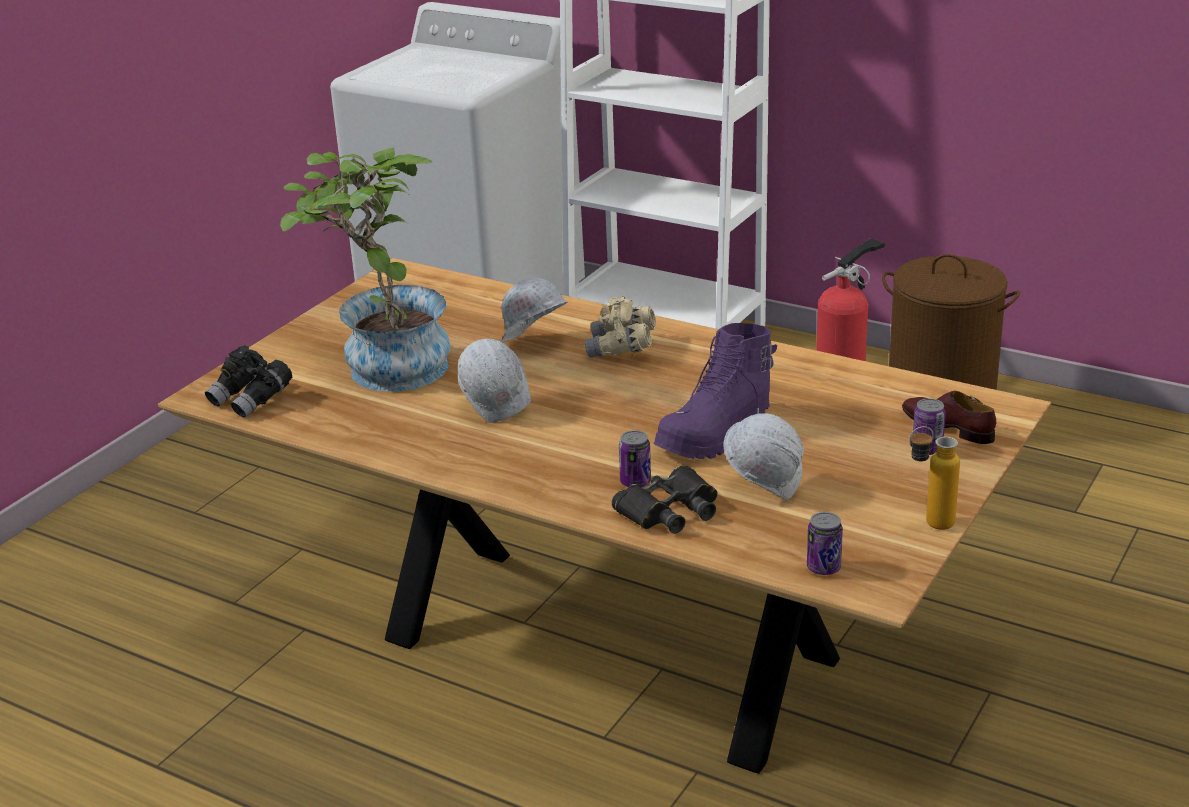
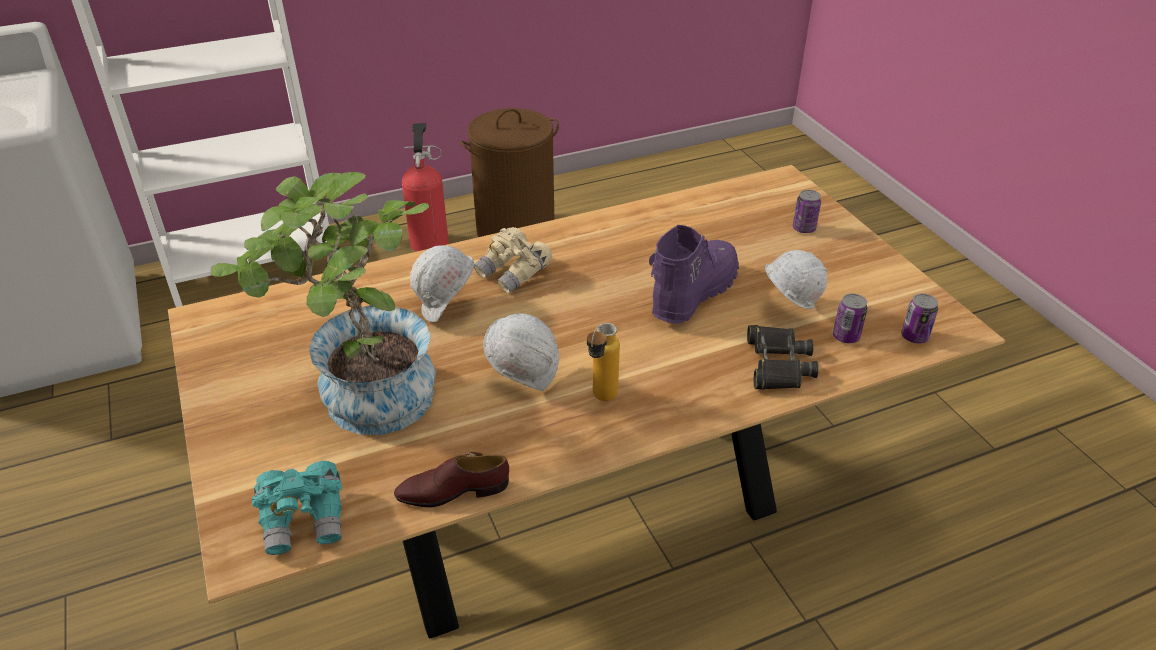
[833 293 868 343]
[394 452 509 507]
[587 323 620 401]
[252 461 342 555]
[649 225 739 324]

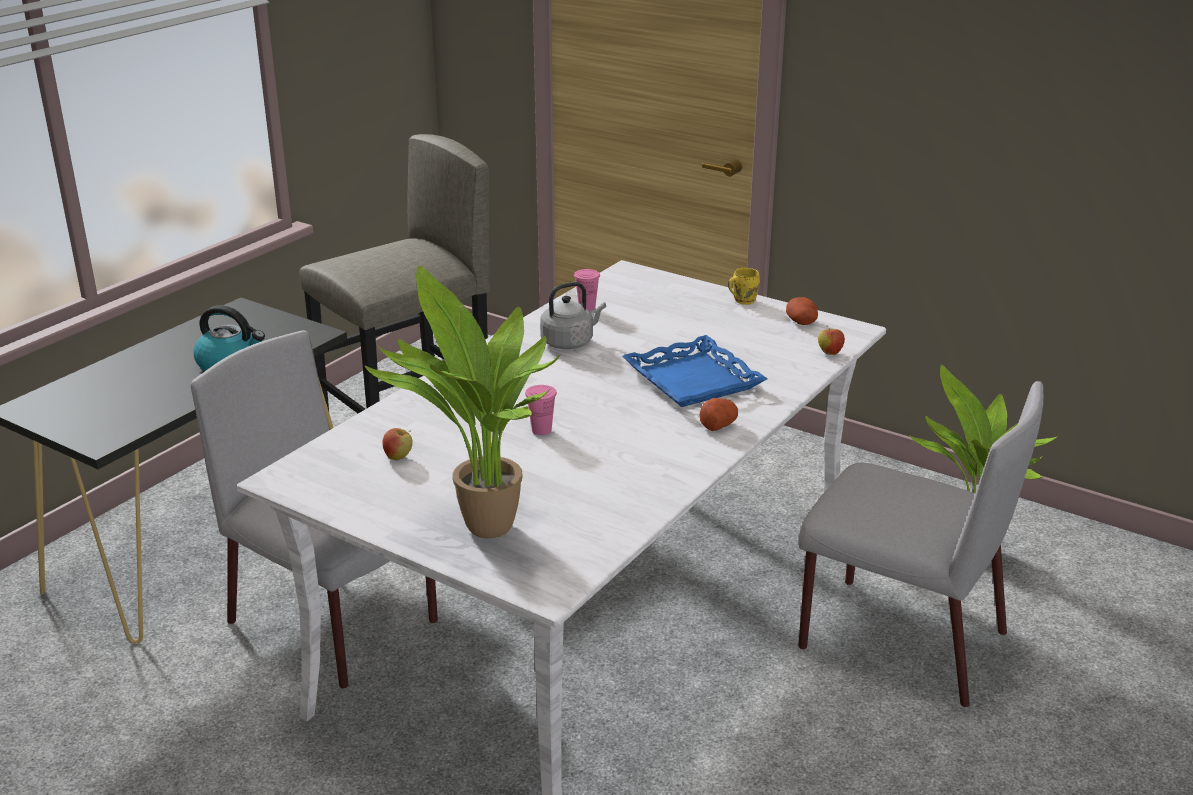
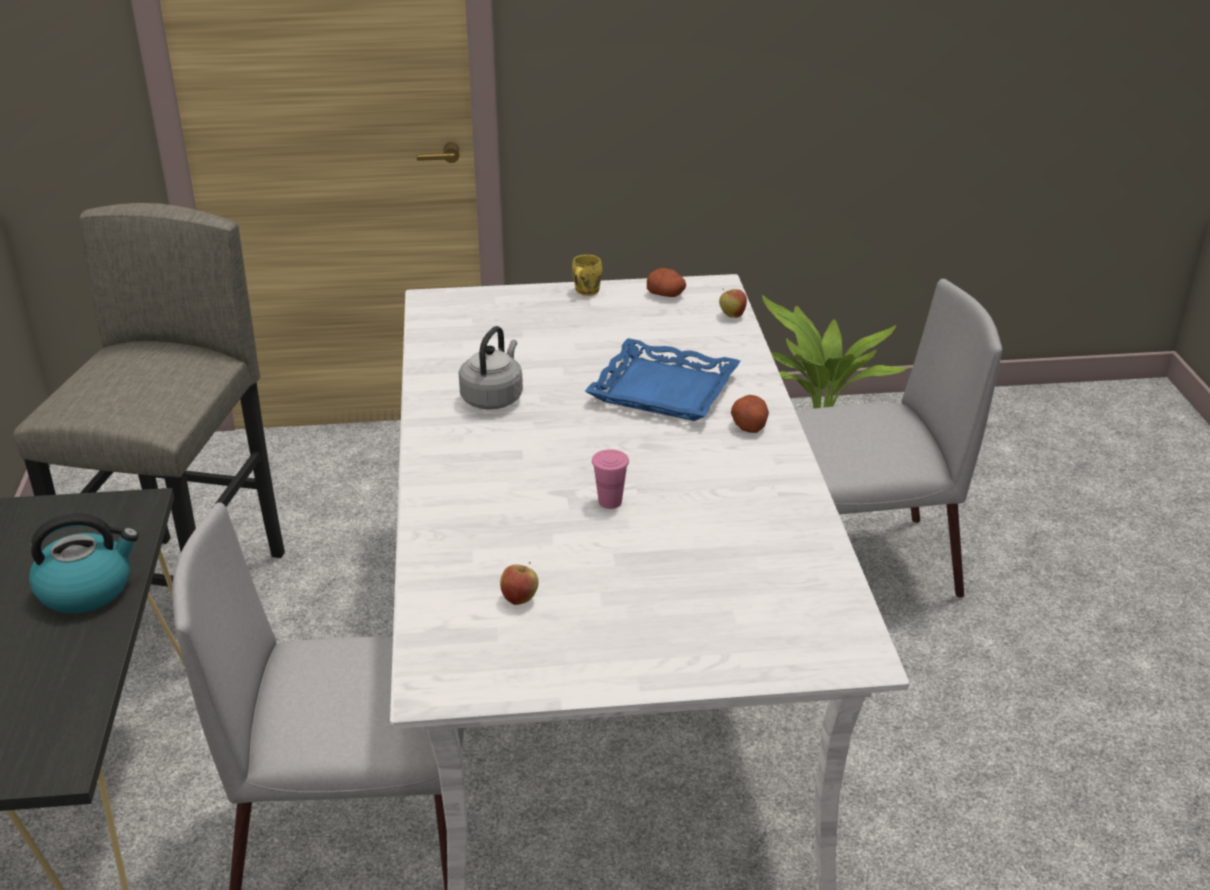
[365 266 560 538] (first image)
[574 269 600 311] (first image)

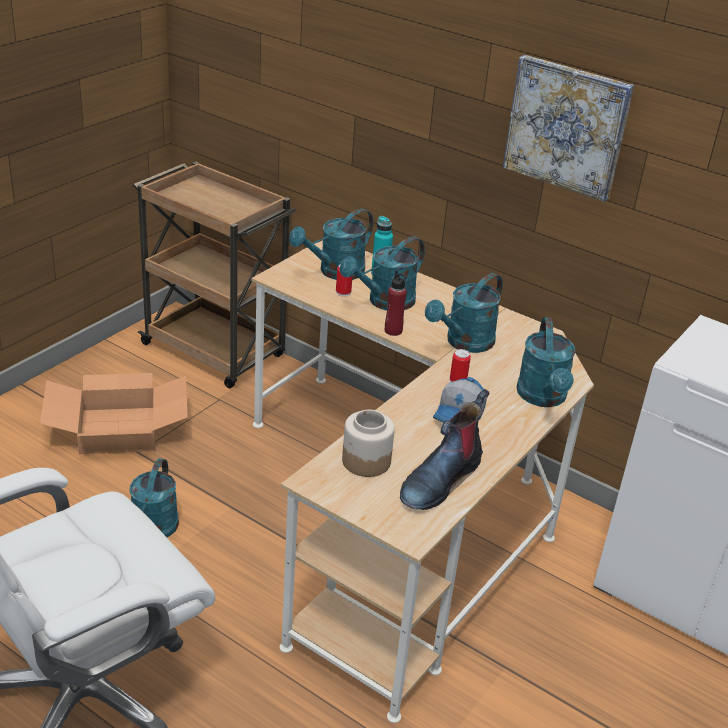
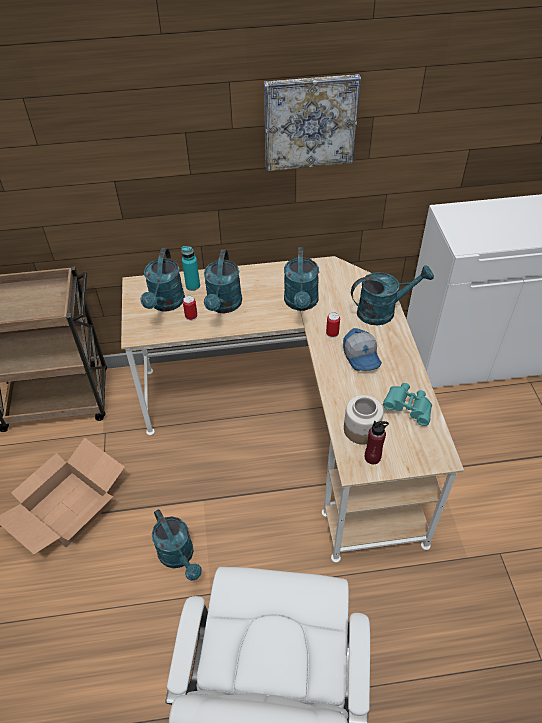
[365 421 389 464]
[383 383 432 426]
[351 265 434 325]

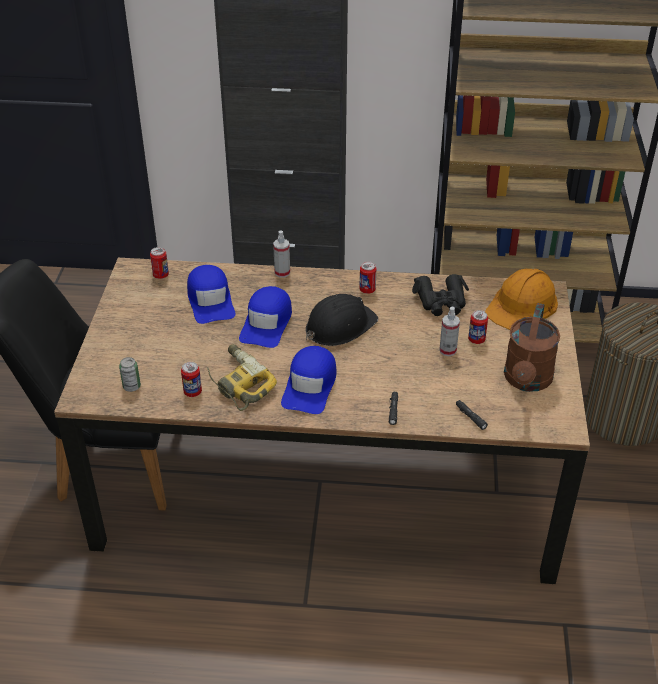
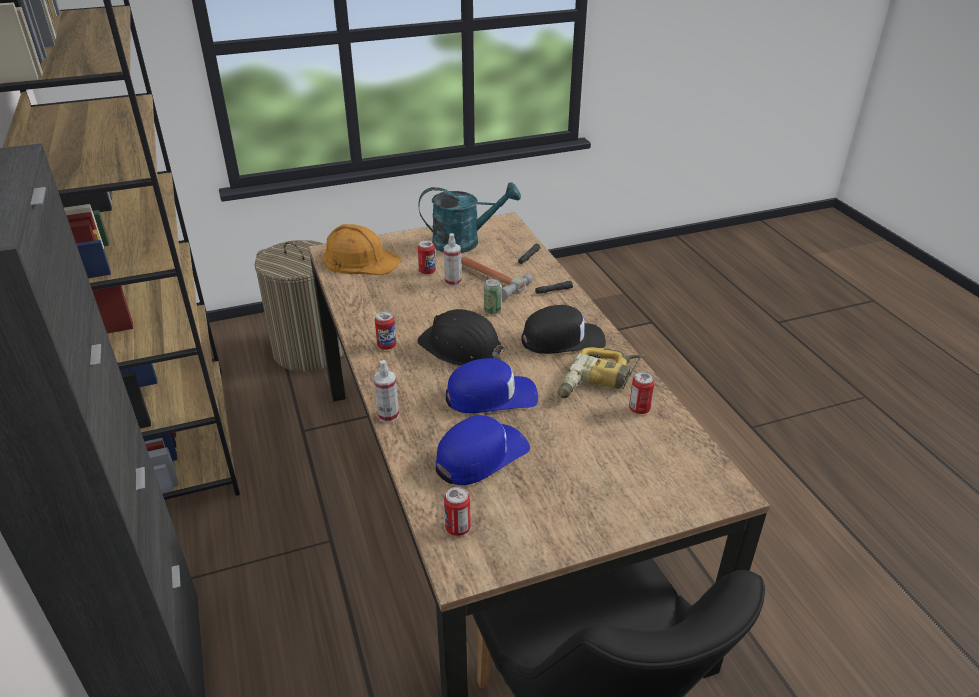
[412 274 469 316] (first image)
[461 257 533 299]
[484 279 502 315]
[521 305 606 354]
[419 182 521 253]

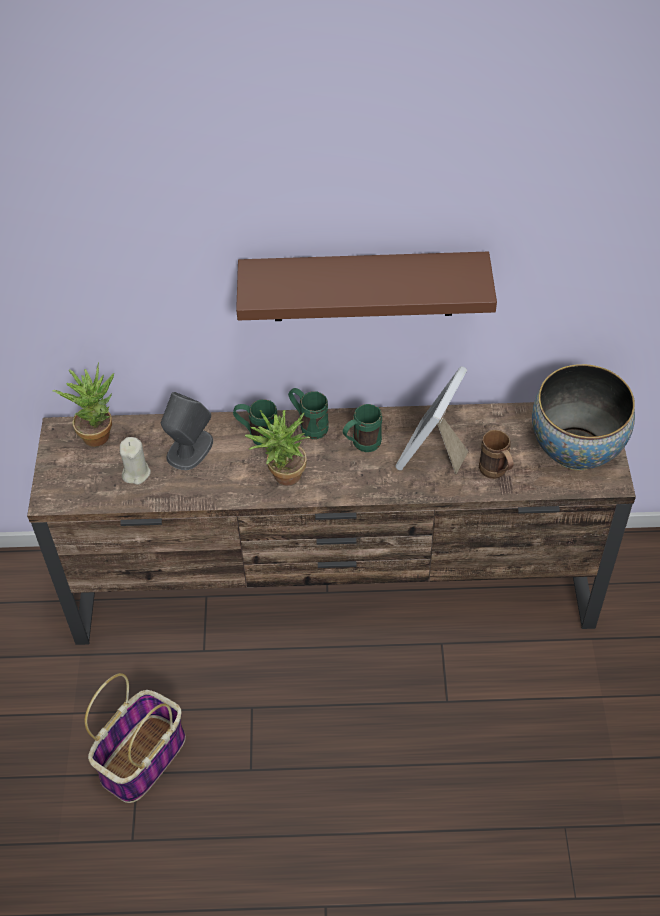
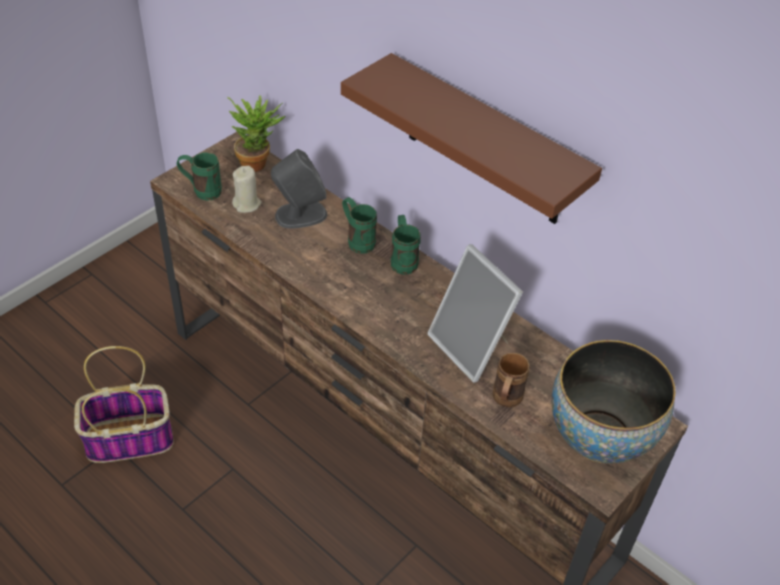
[245 410 310 485] (first image)
[177 153 222 200]
[427 244 523 383]

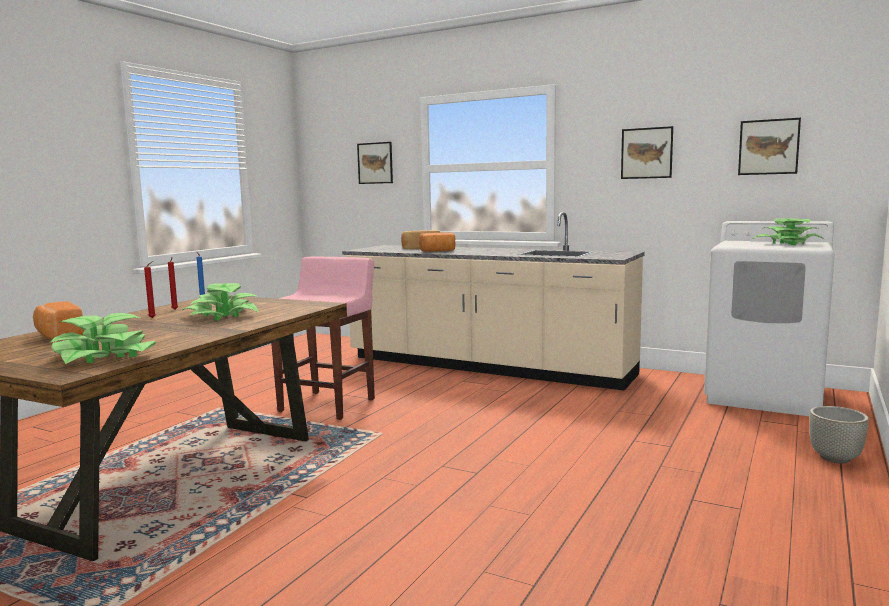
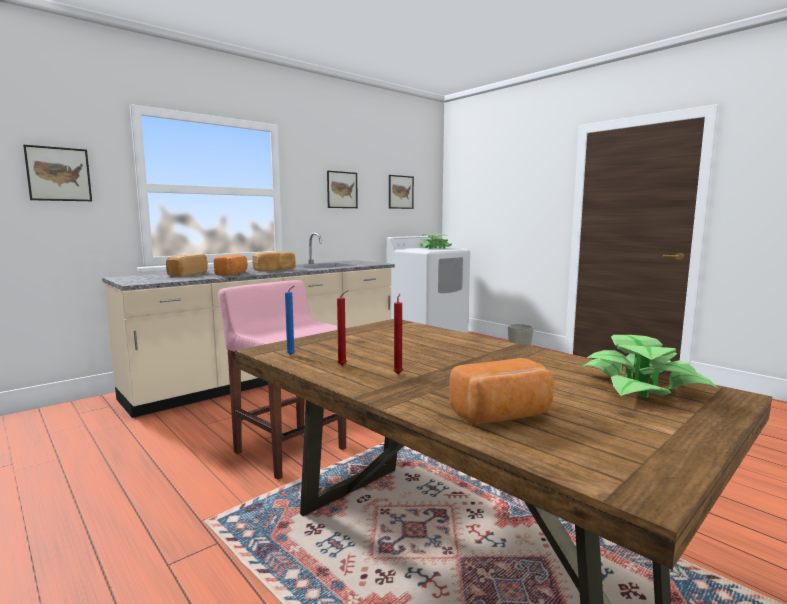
[182 283 259 321] (first image)
[252 252 296 271]

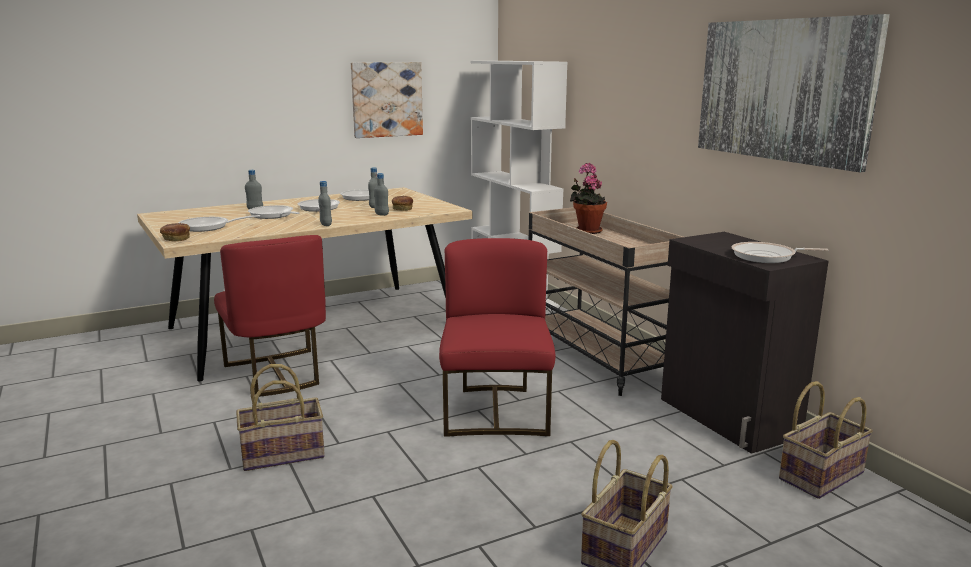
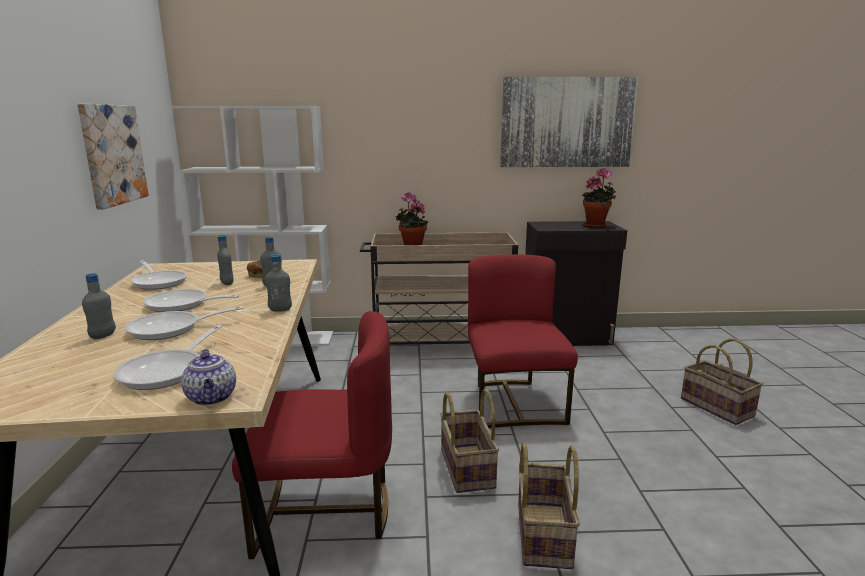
[440 389 499 493]
[181 349 236 406]
[582 168 616 228]
[468 254 578 428]

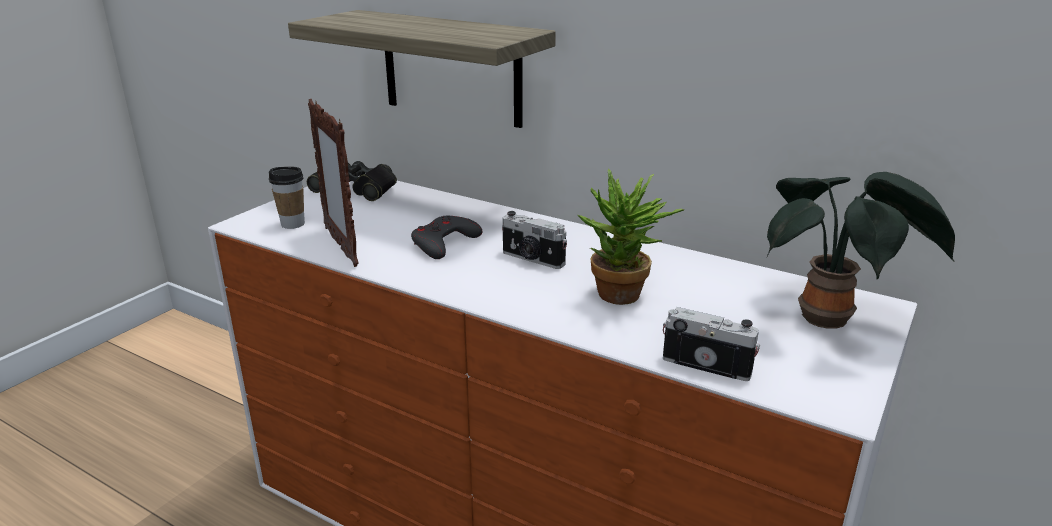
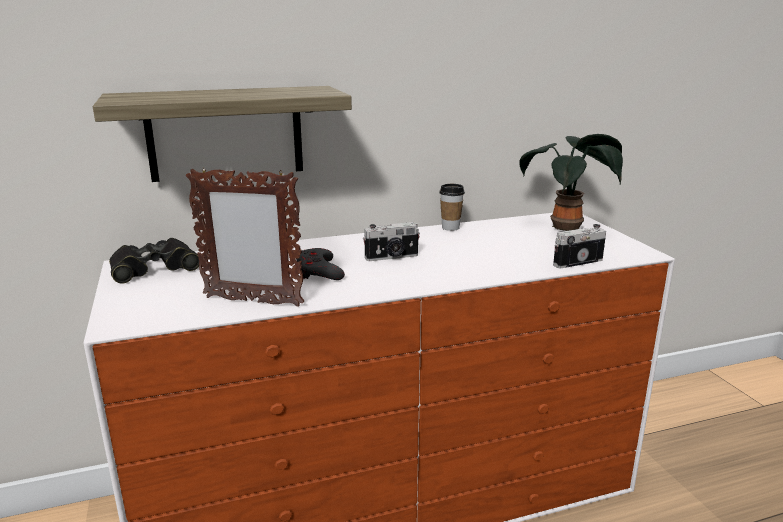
[578 169 685 305] (first image)
[439 184 465 231]

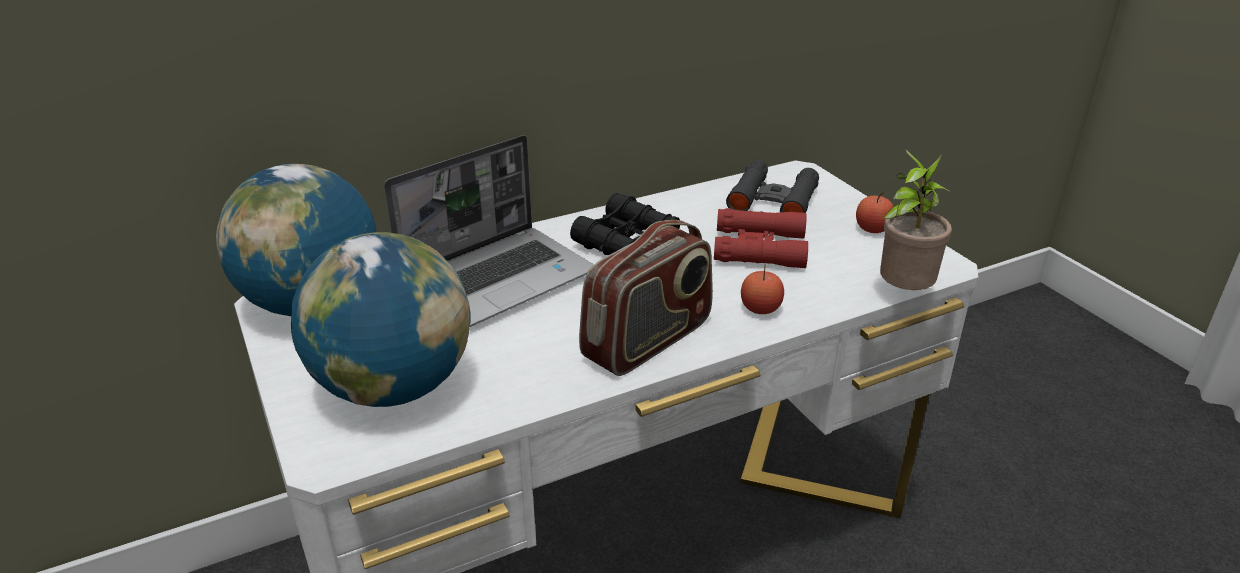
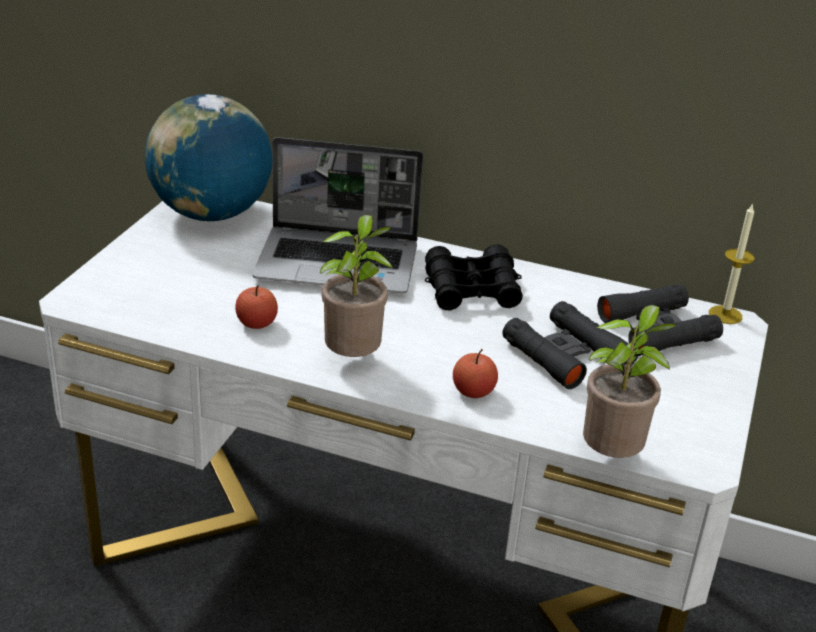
[291 232 471 407] (first image)
[709 203 755 324]
[235 285 278 329]
[320 214 393 357]
[502 301 629 389]

